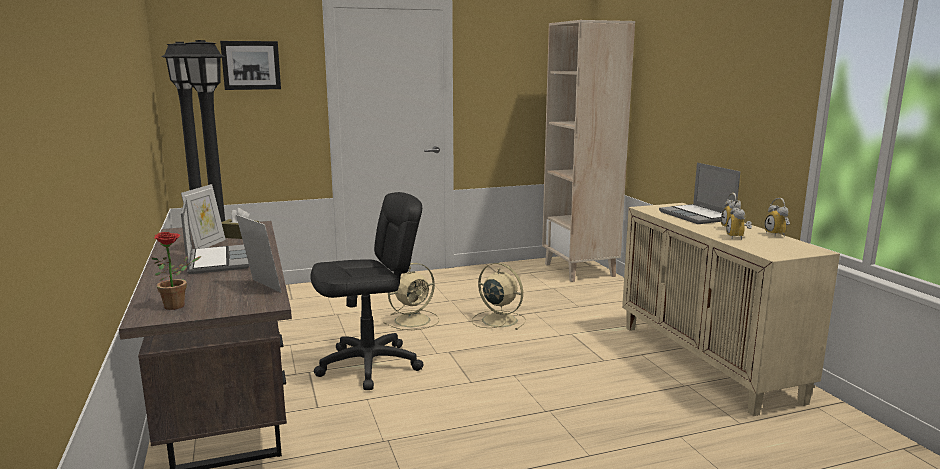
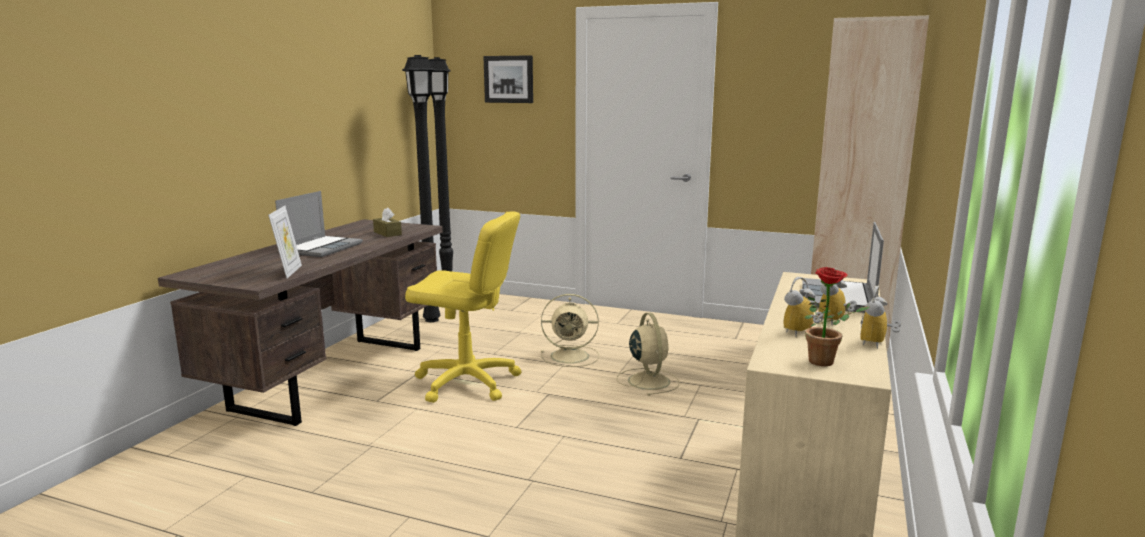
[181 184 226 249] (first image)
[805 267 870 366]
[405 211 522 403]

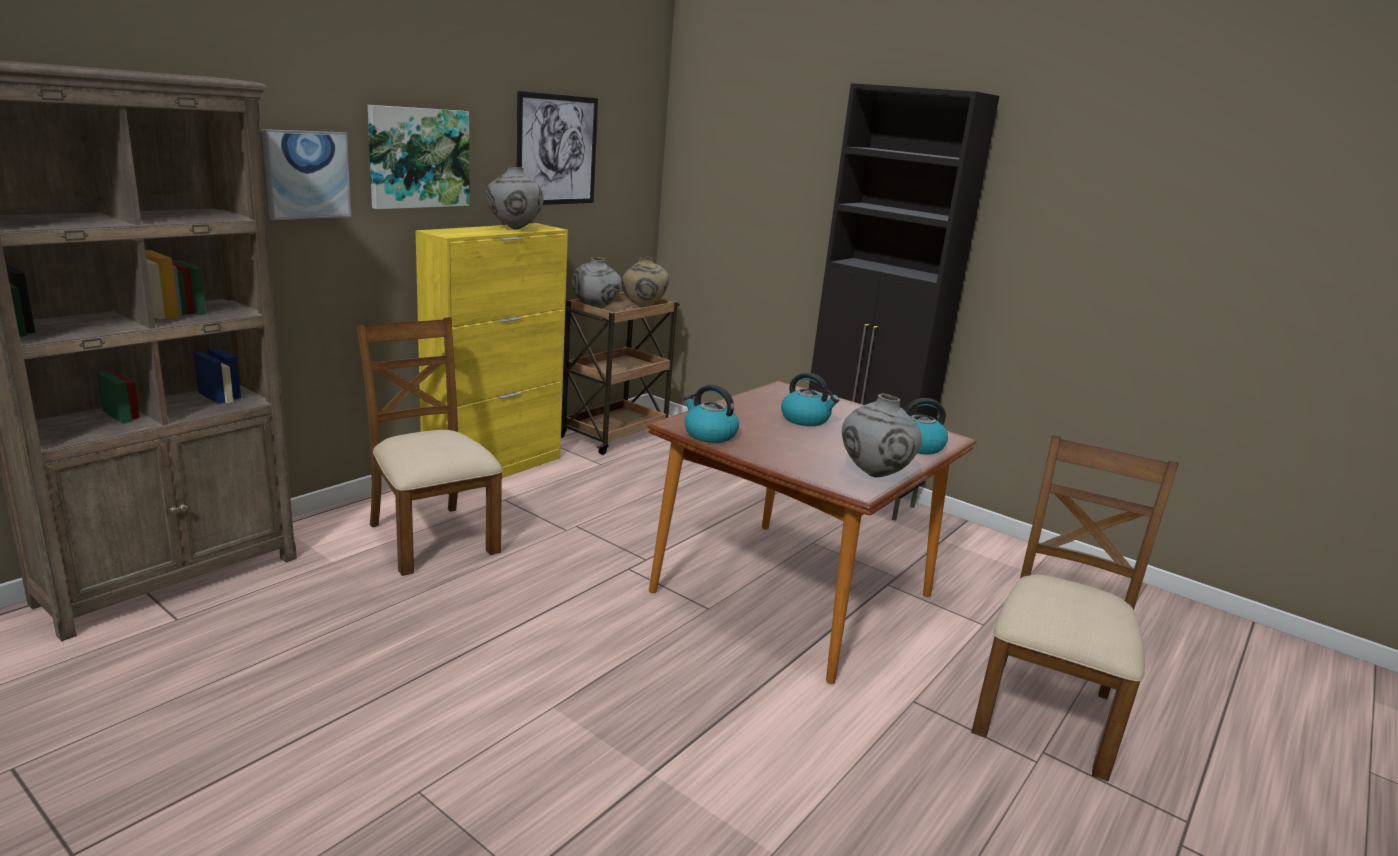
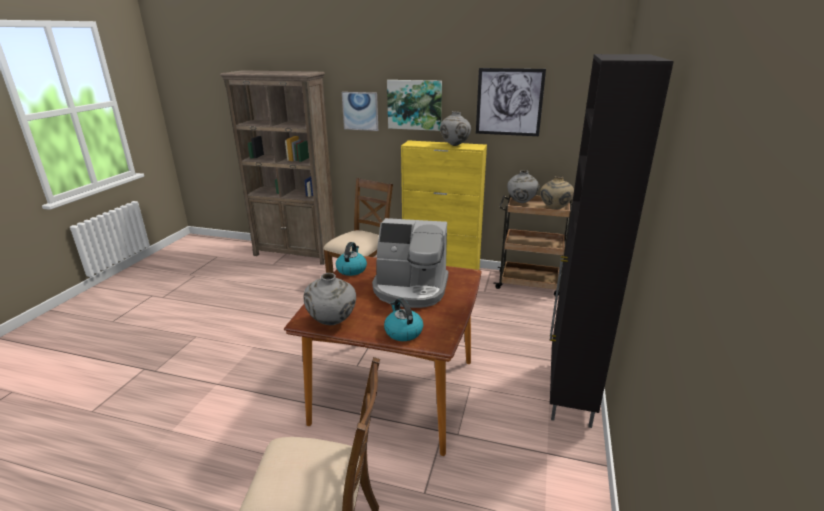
[372 218 448 308]

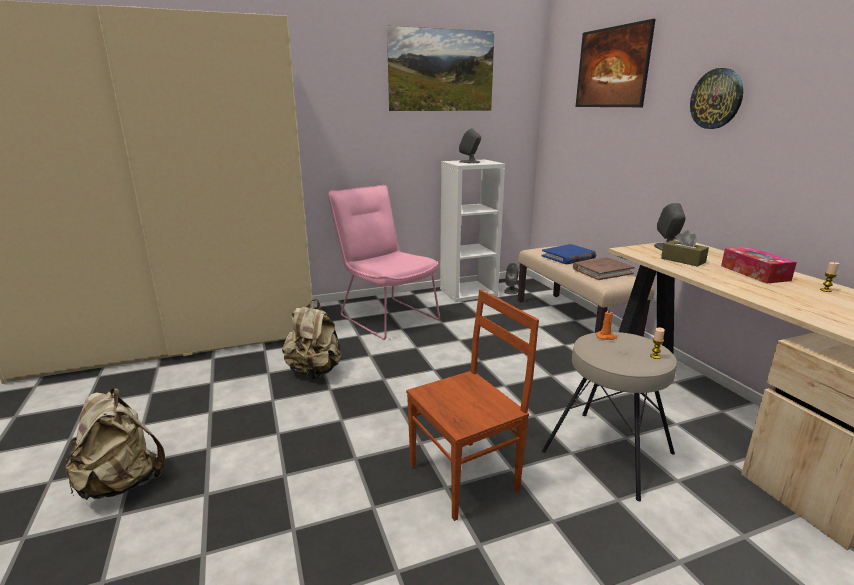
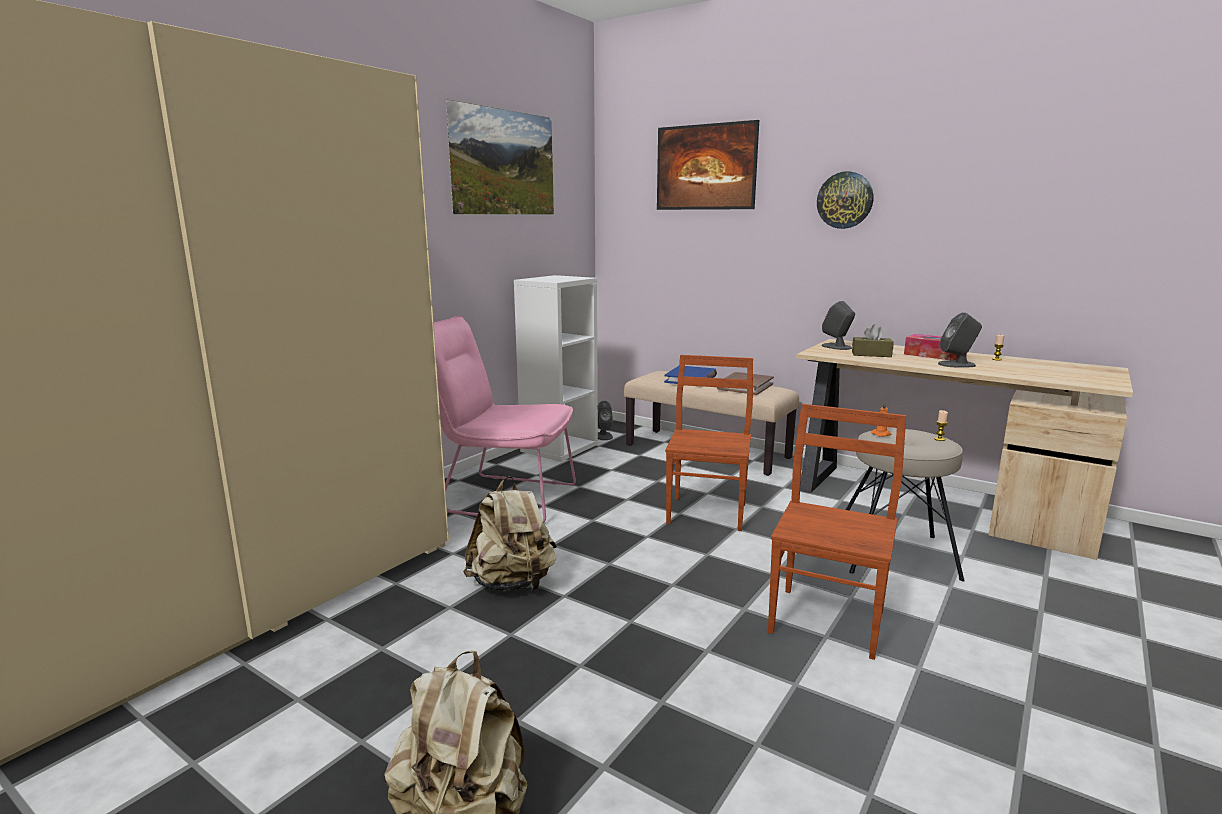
[665 355 753 531]
[938 312 982 367]

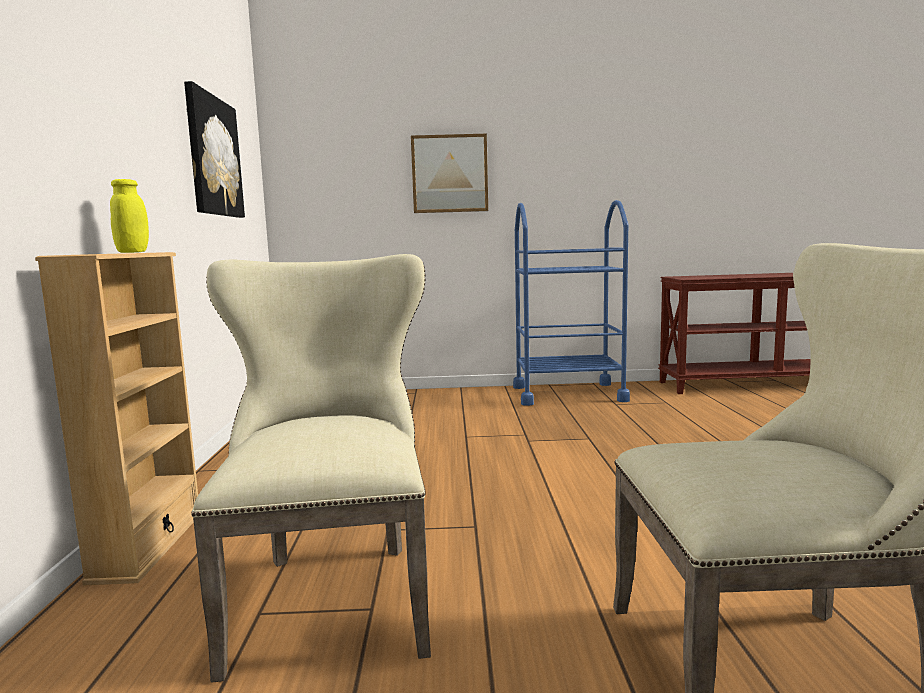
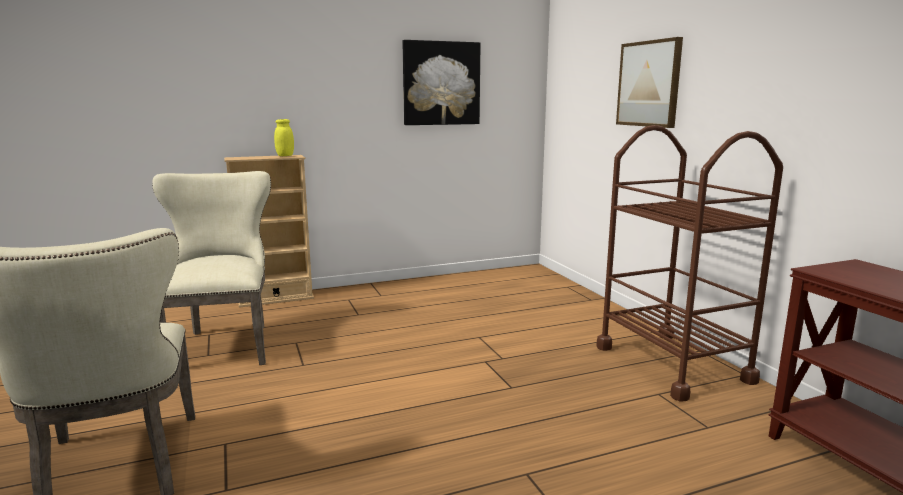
[596 125 783 401]
[152 171 271 365]

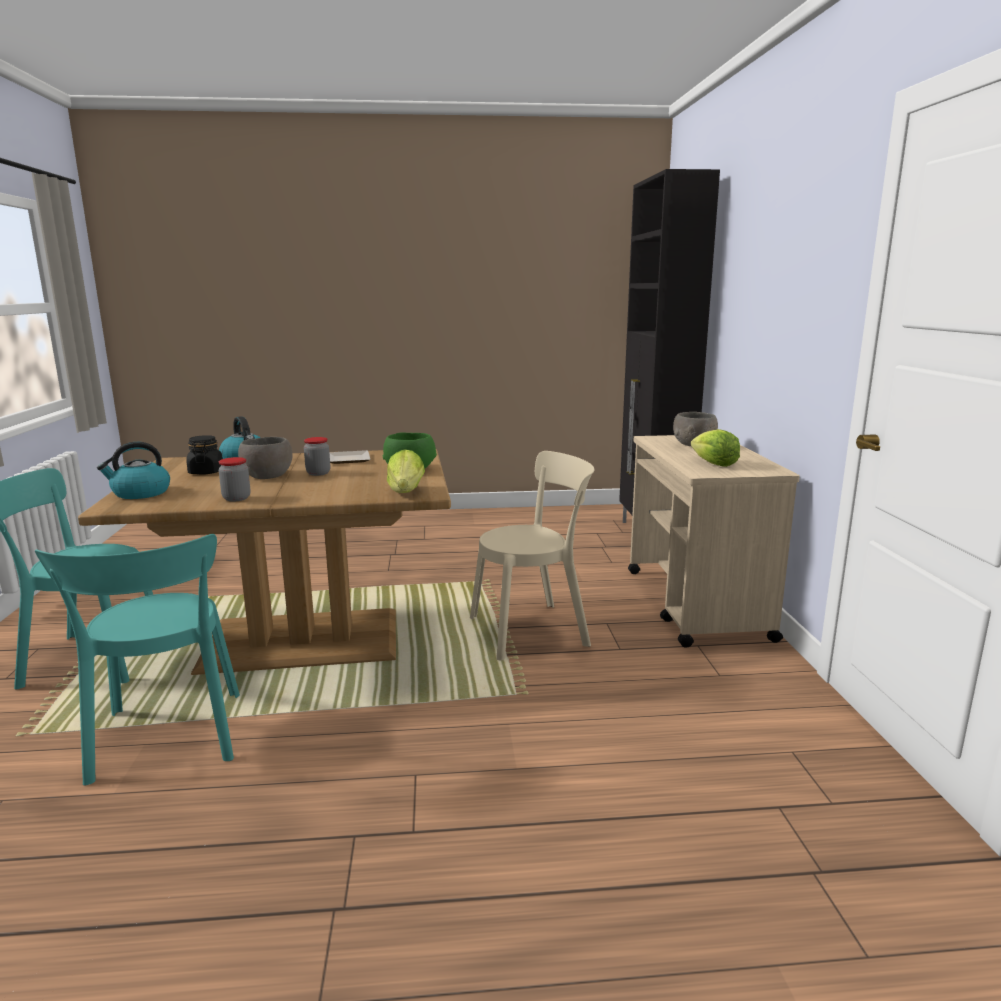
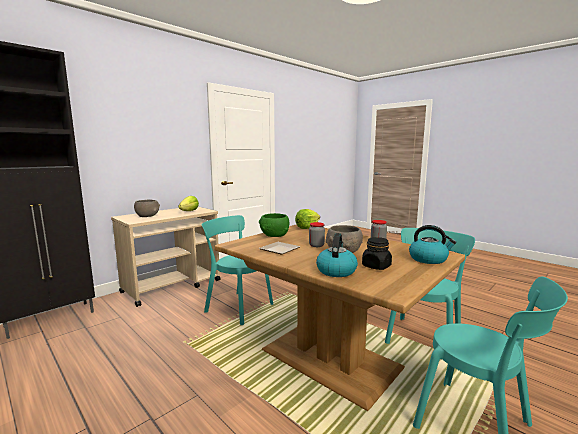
[201 215 273 325]

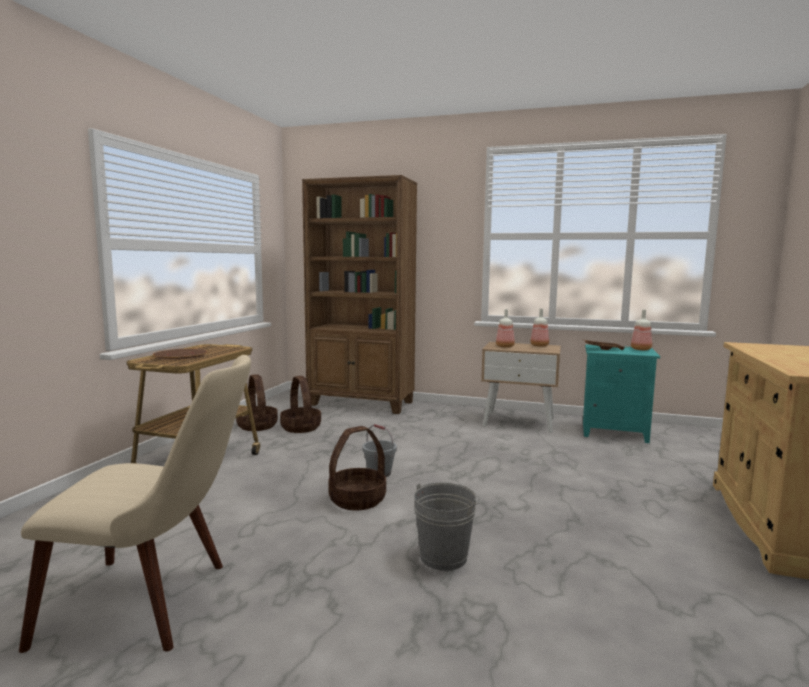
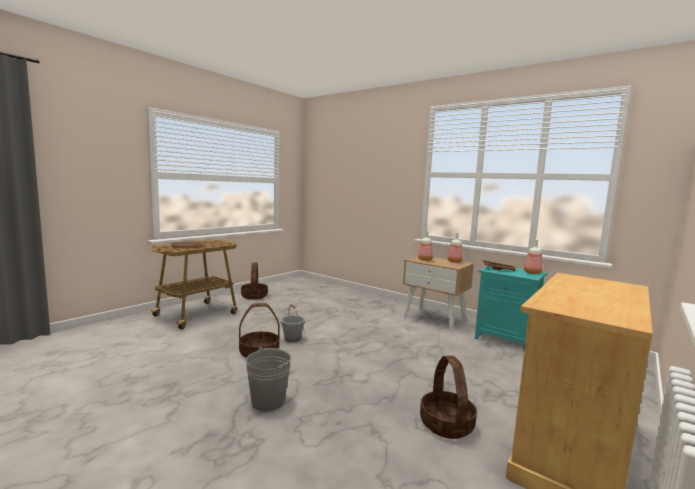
[19 355 251 653] (first image)
[302 175 417 414] (first image)
[420 356 477 439]

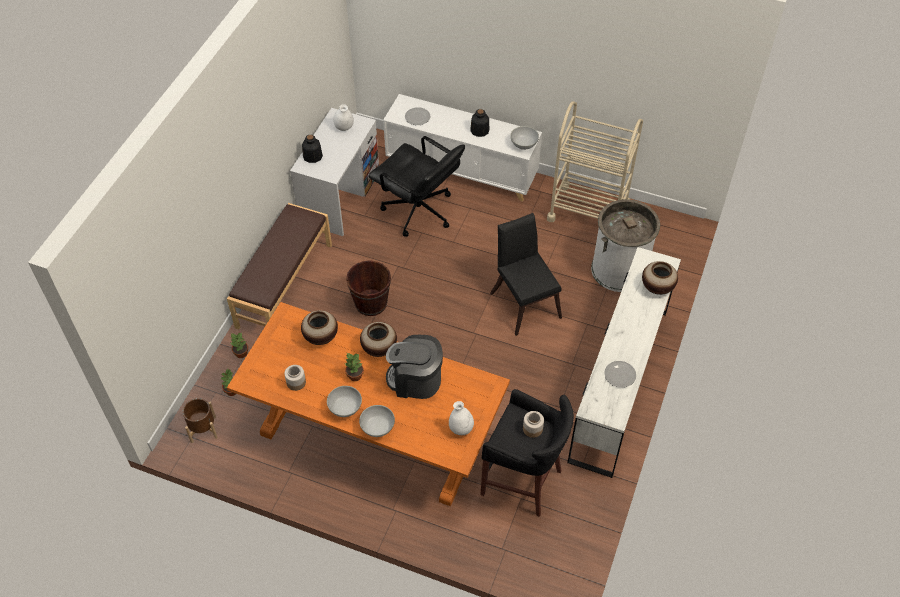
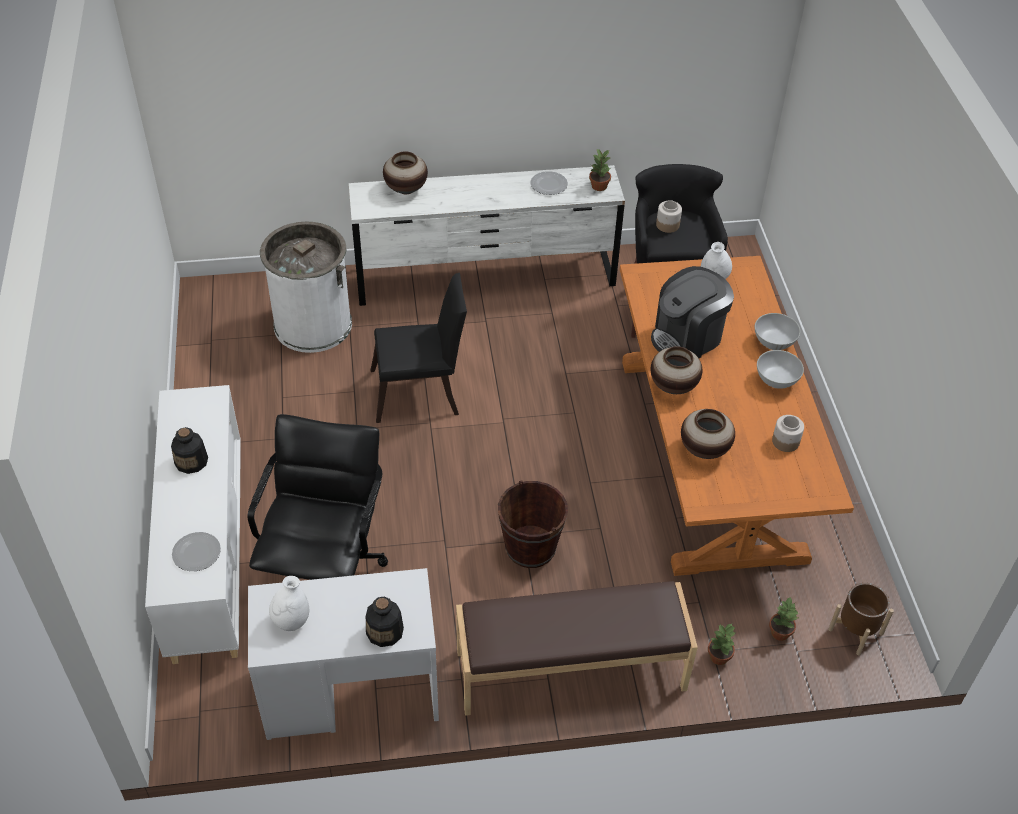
[510 126 539 150] (first image)
[547 102 643 222] (first image)
[589 149 611 191]
[651 266 734 358]
[370 273 467 423]

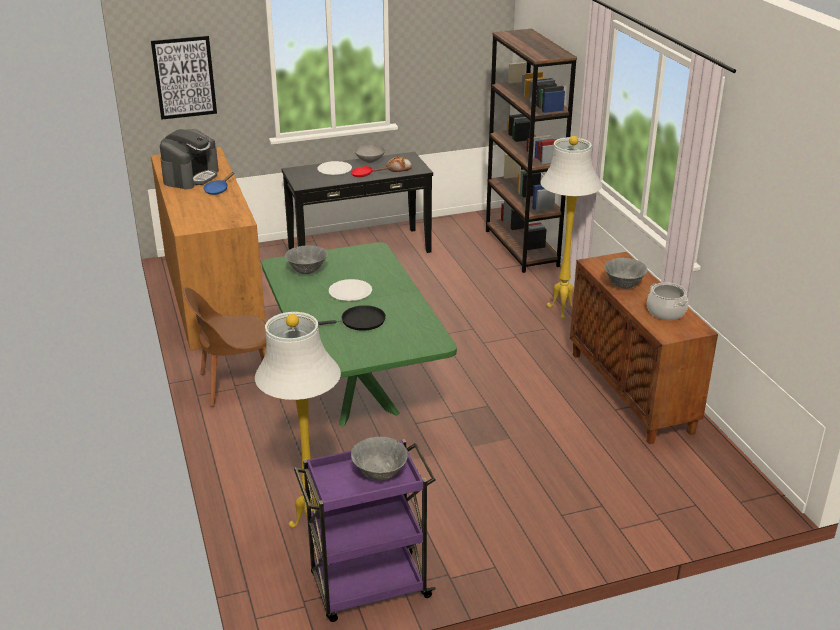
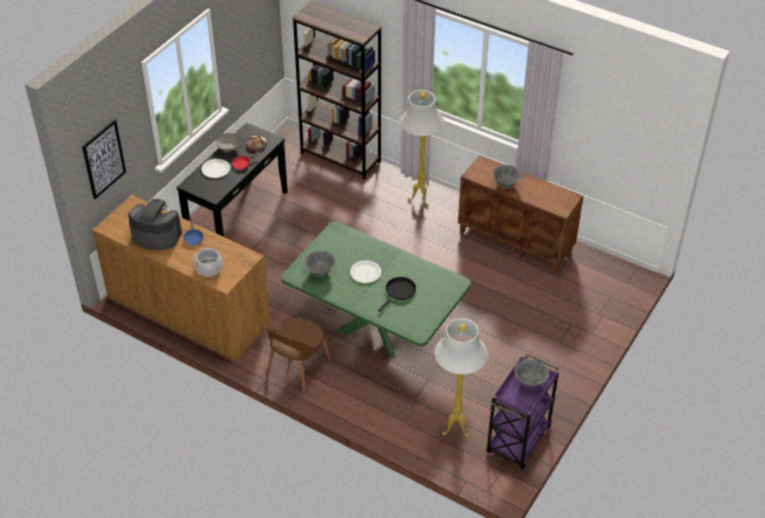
[193 248 223 277]
[128 199 182 250]

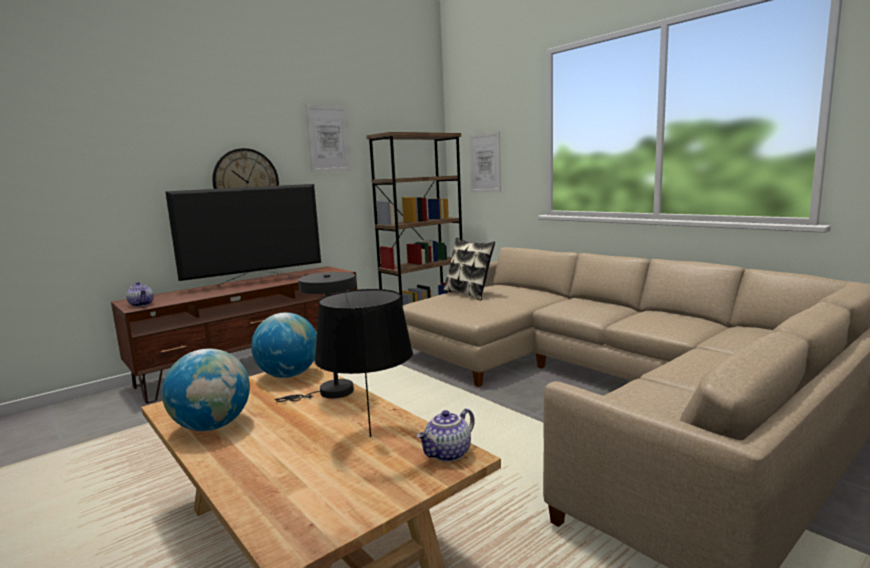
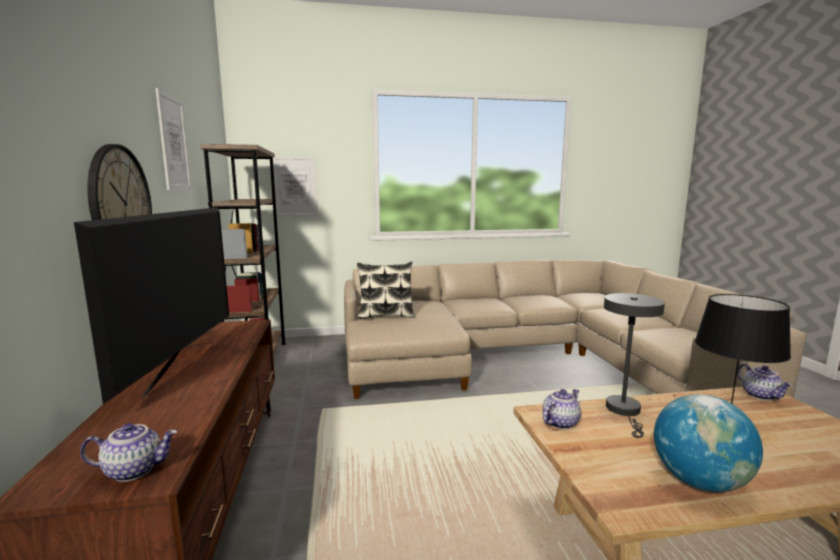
[542 389 581 429]

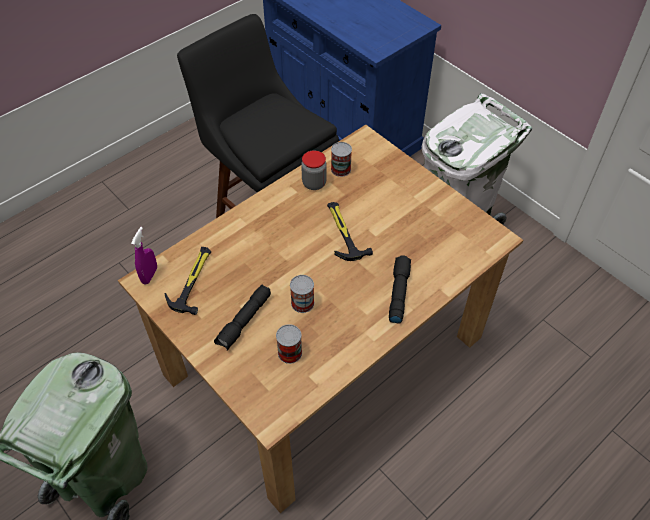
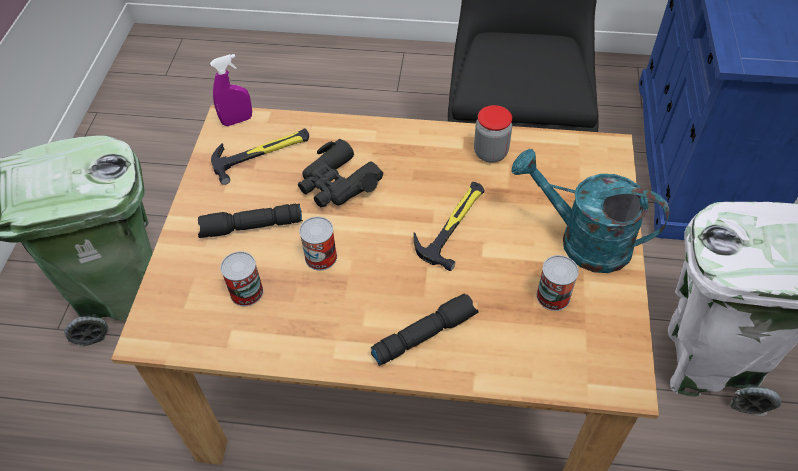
[298 139 384 208]
[511 149 670 273]
[536 255 579 311]

